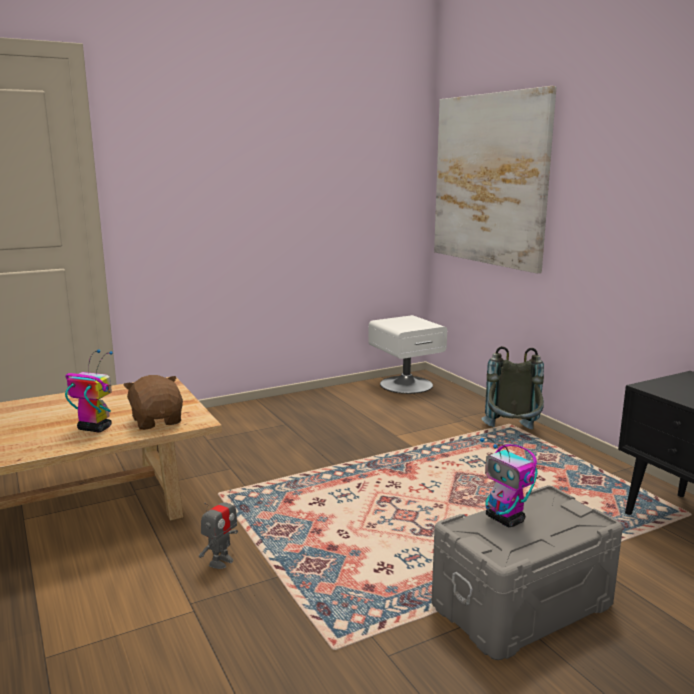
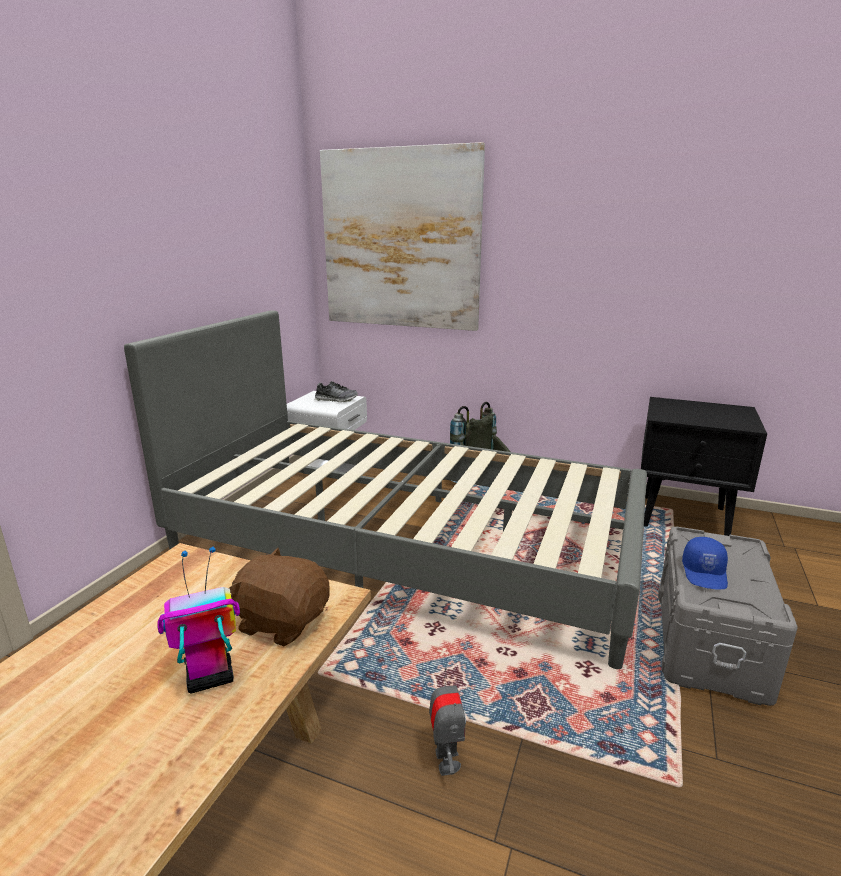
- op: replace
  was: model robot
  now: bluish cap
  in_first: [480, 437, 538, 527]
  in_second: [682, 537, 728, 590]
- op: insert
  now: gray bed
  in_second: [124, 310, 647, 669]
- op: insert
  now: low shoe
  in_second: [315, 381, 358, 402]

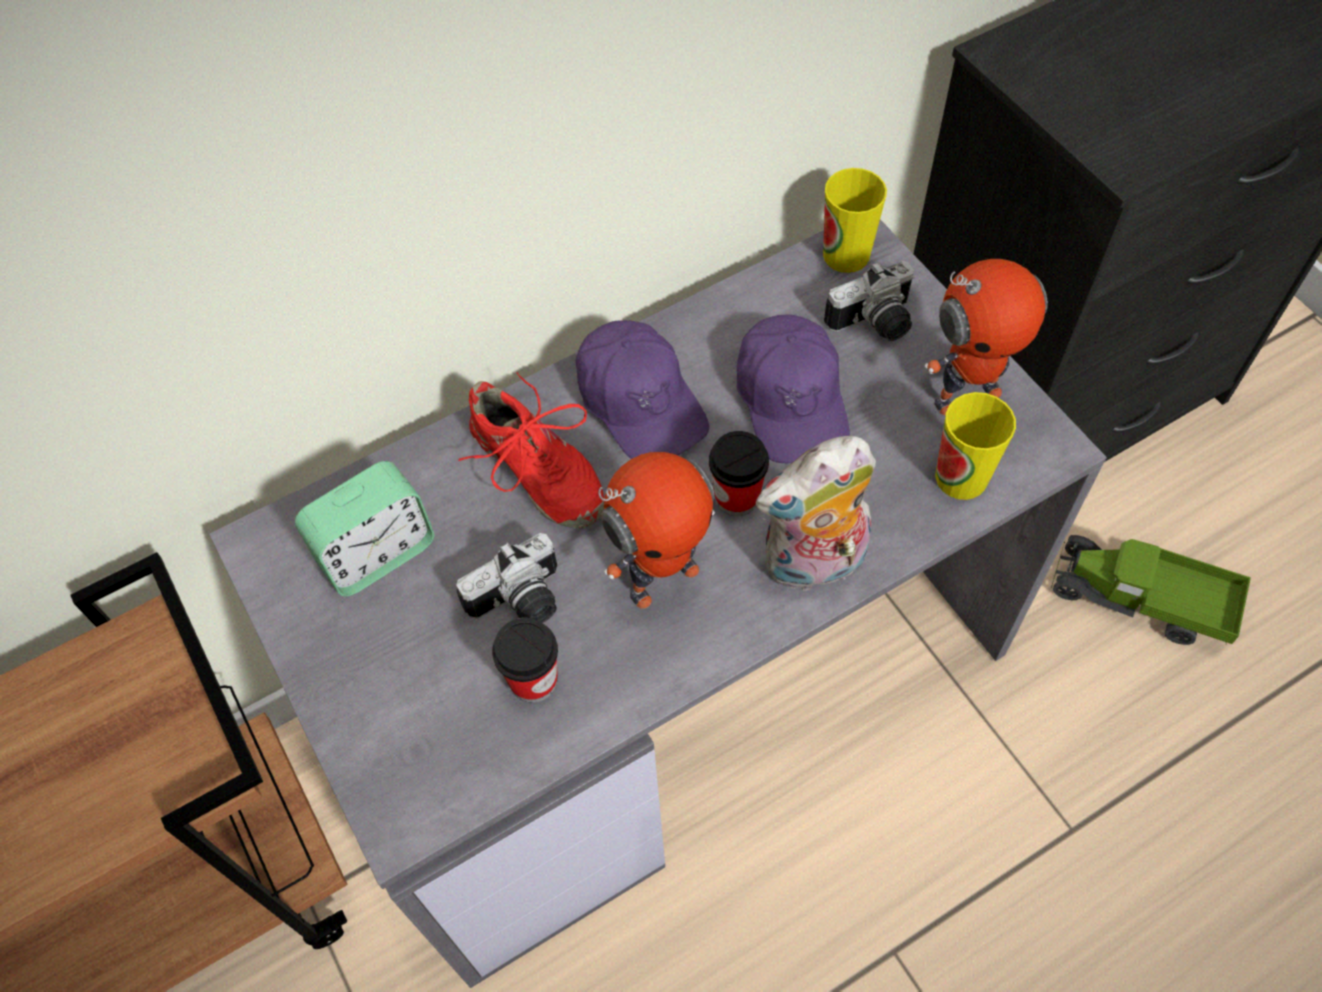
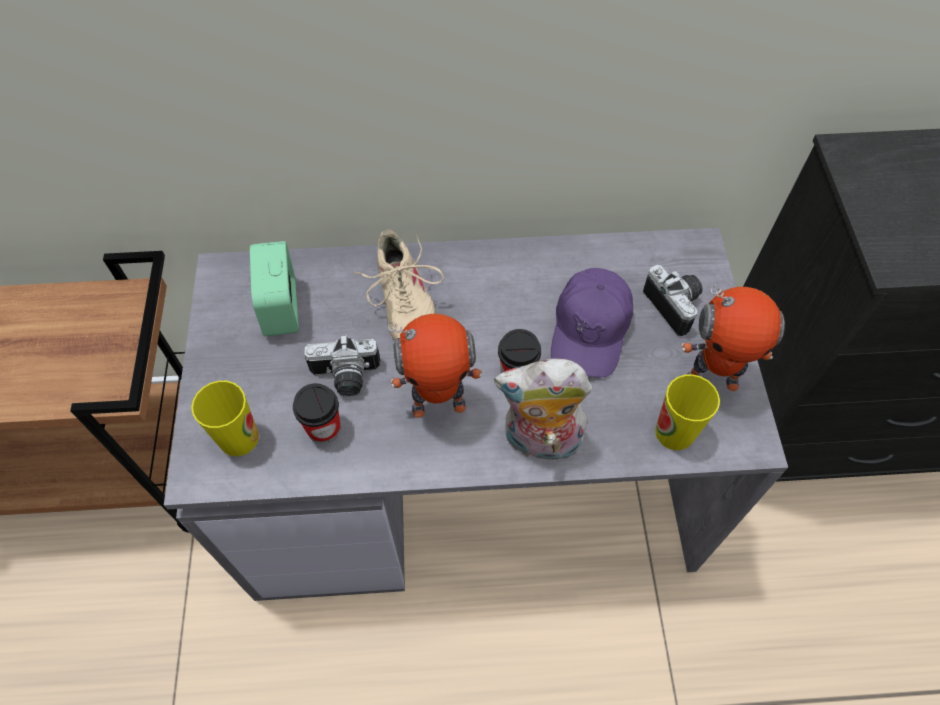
- op: move
  was: cup
  in_first: [823, 168, 887, 273]
  in_second: [191, 381, 259, 456]
- op: rotate
  was: photo camera
  in_first: [824, 261, 915, 341]
  in_second: [643, 265, 702, 336]
  clockwise: -120
- op: delete
  was: purplish cap
  in_first: [576, 320, 709, 459]
- op: recolor
  was: red low shoe
  now: sand-coloured low shoe
  in_first: [459, 372, 605, 529]
  in_second: [353, 229, 444, 341]
- op: rotate
  was: bedside clock
  in_first: [295, 461, 434, 596]
  in_second: [250, 241, 299, 336]
  clockwise: 90
- op: delete
  was: toy truck
  in_first: [1051, 535, 1251, 645]

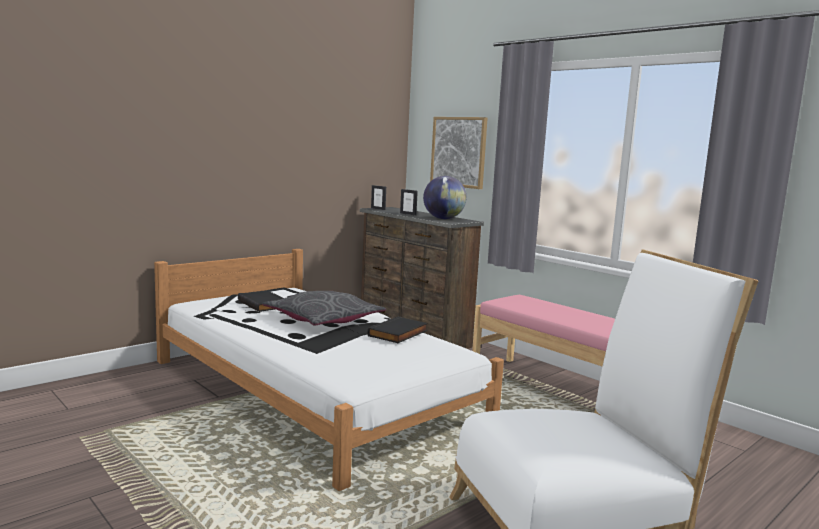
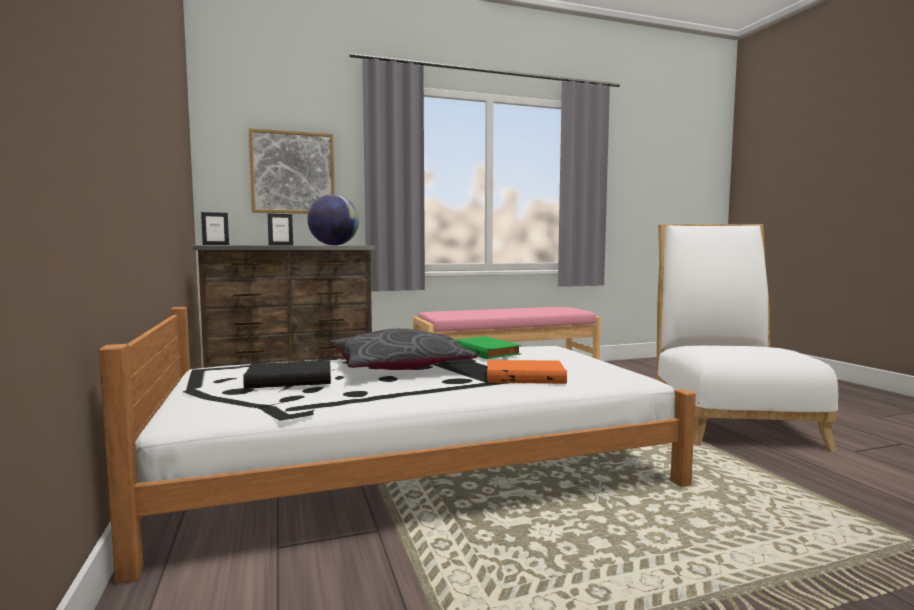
- op: recolor
  was: blackish volume
  now: green-coloured volume
  in_first: [367, 316, 428, 343]
  in_second: [454, 336, 521, 359]
- op: insert
  now: orange-coloured volume
  in_second: [487, 360, 567, 384]

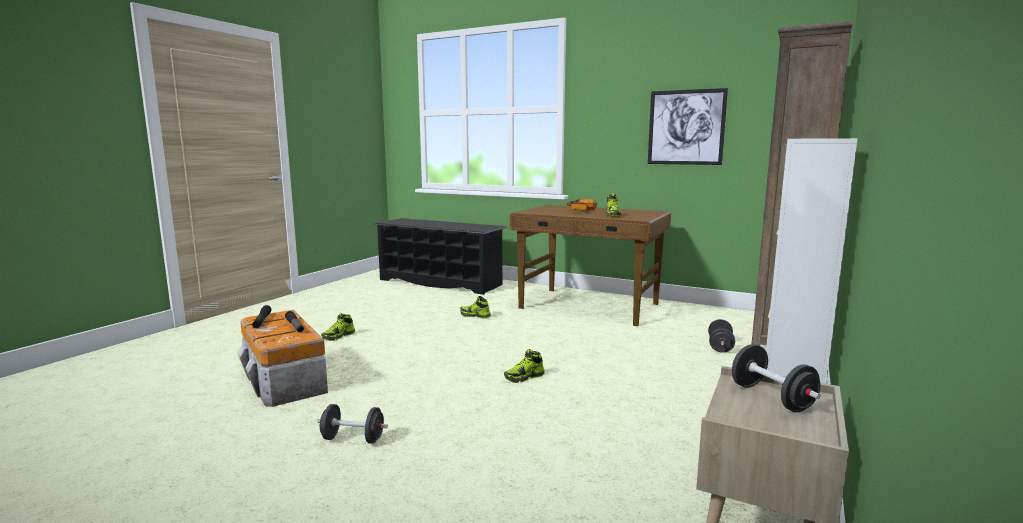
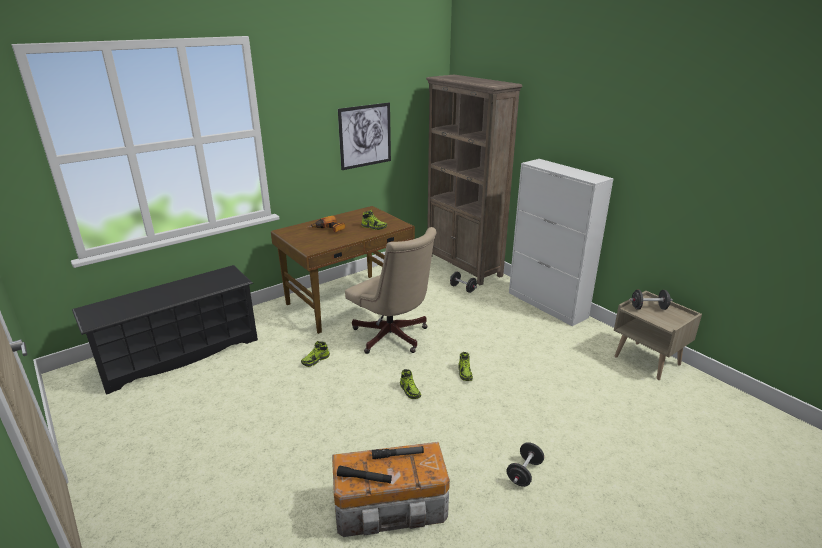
- op: move
  was: low shoe
  in_first: [321, 313, 355, 341]
  in_second: [400, 369, 421, 399]
- op: insert
  now: sand-coloured desk chair
  in_second: [345, 227, 437, 354]

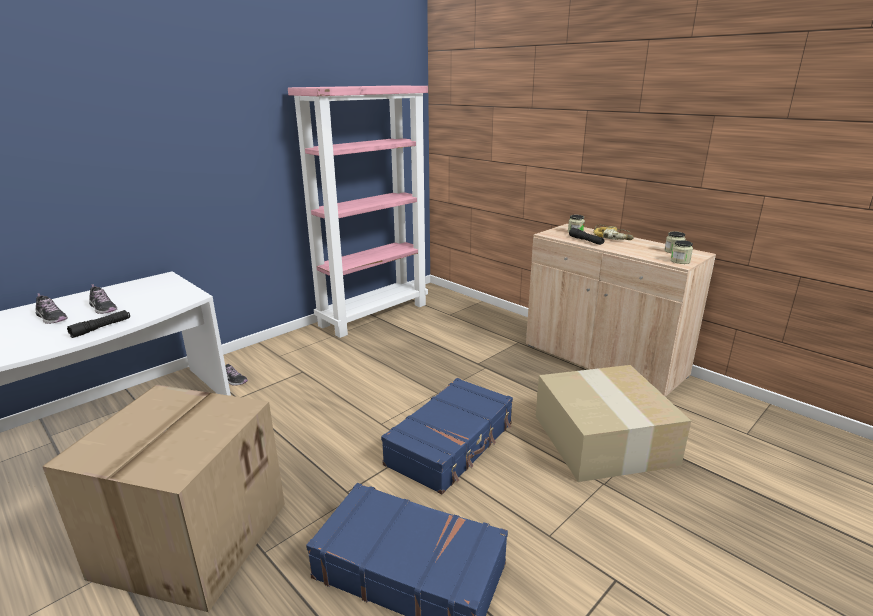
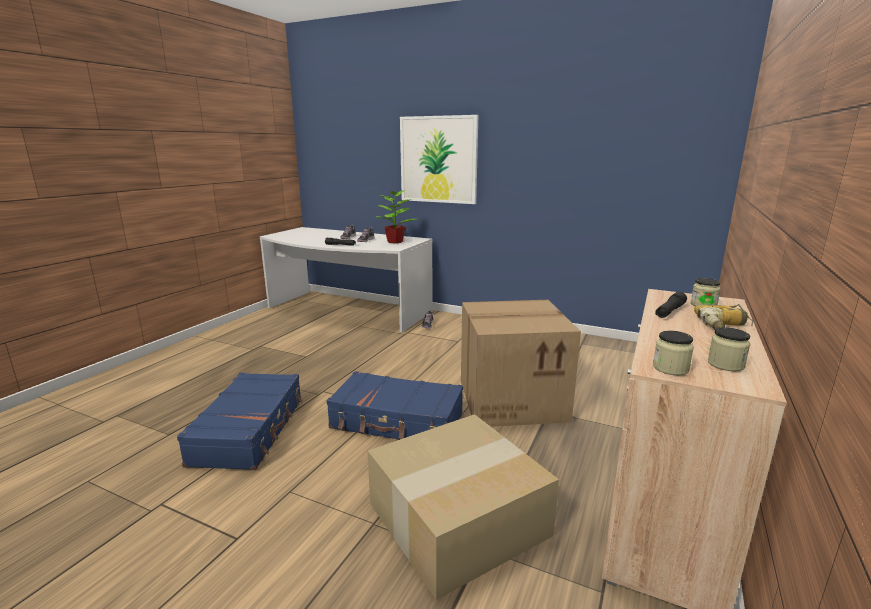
- op: delete
  was: pink-coloured bookcase
  in_first: [288, 86, 428, 338]
- op: move
  was: carton
  in_first: [42, 385, 285, 612]
  in_second: [461, 300, 581, 427]
- op: insert
  now: picture
  in_second: [400, 115, 478, 204]
- op: insert
  now: plant in a pot
  in_second: [376, 189, 418, 243]

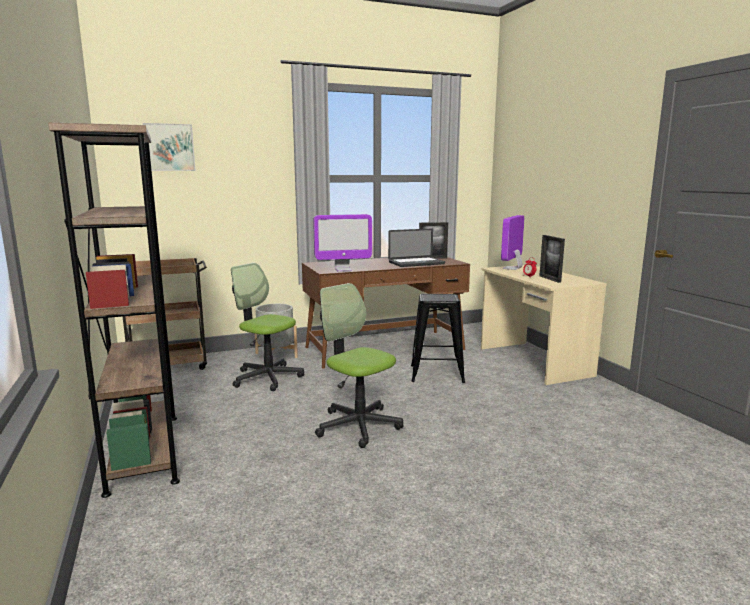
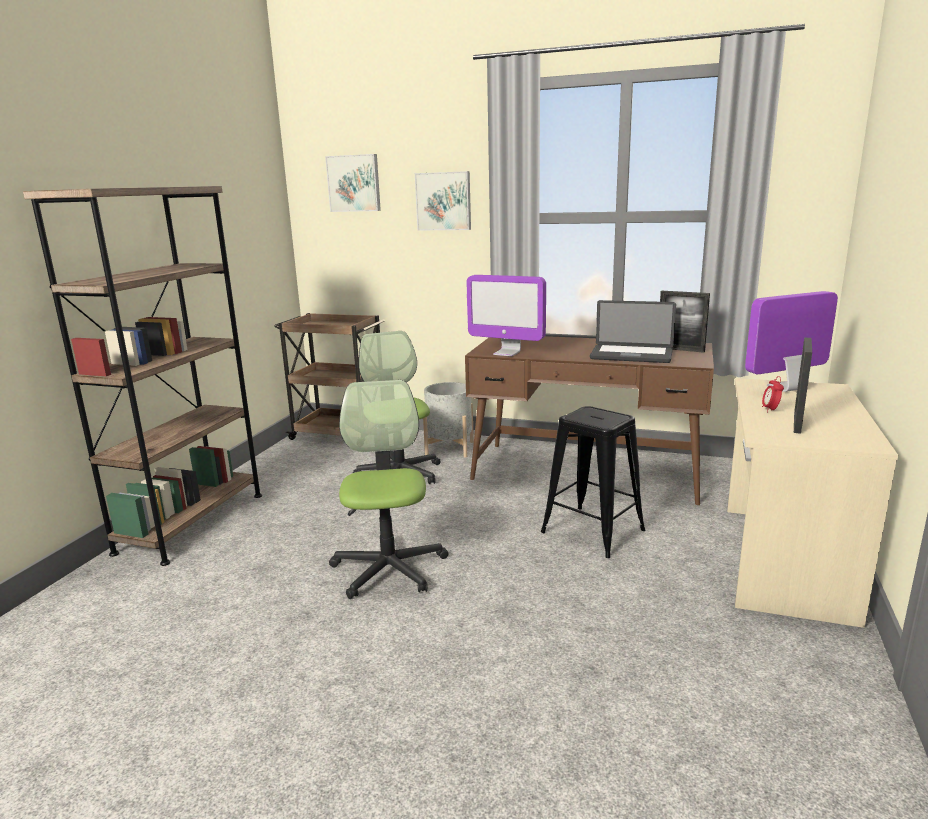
- op: insert
  now: picture
  in_second: [415, 171, 471, 230]

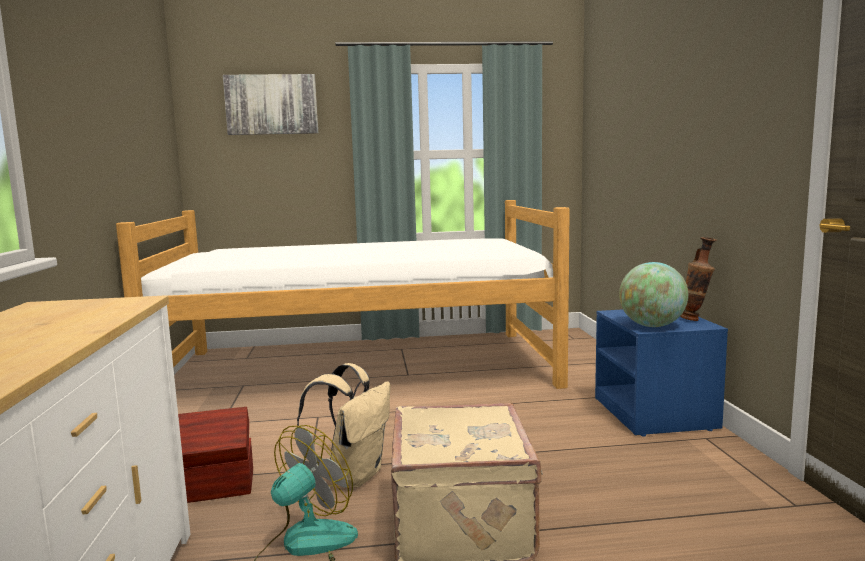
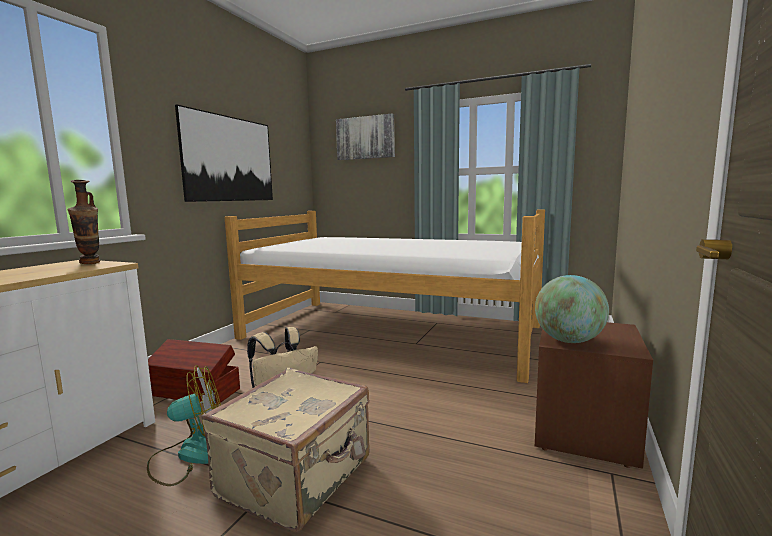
- op: move
  was: decorative vase
  in_first: [680, 237, 717, 321]
  in_second: [68, 180, 100, 264]
- op: recolor
  was: bluish nightstand
  now: brown nightstand
  in_first: [595, 309, 728, 437]
  in_second: [535, 322, 653, 469]
- op: insert
  now: picture
  in_second: [175, 104, 273, 202]

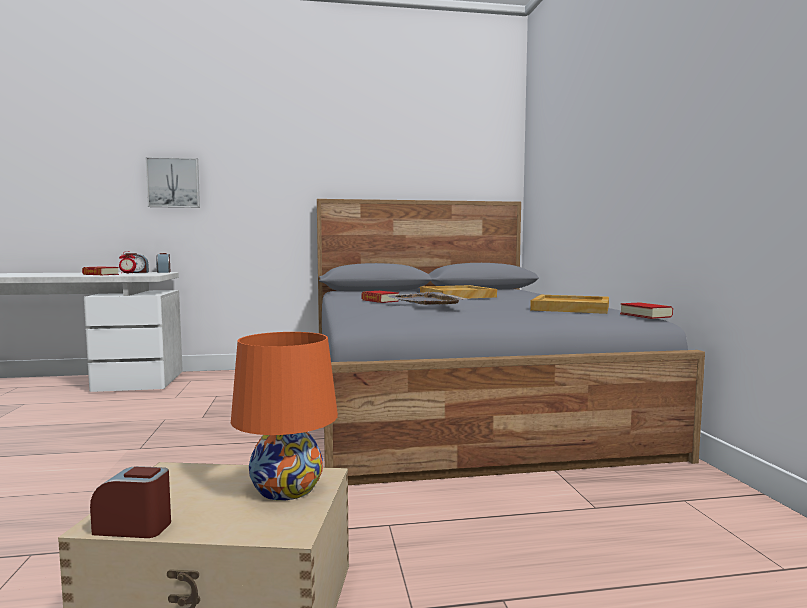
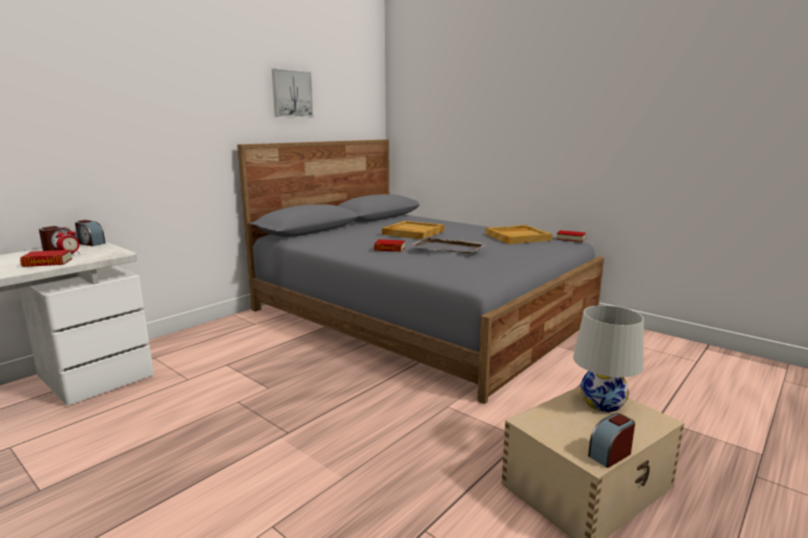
- op: move
  was: picture
  in_first: [145, 157, 200, 208]
  in_second: [272, 69, 314, 117]
- op: recolor
  was: orange-coloured table lamp
  now: white-coloured table lamp
  in_first: [231, 332, 338, 501]
  in_second: [573, 305, 644, 412]

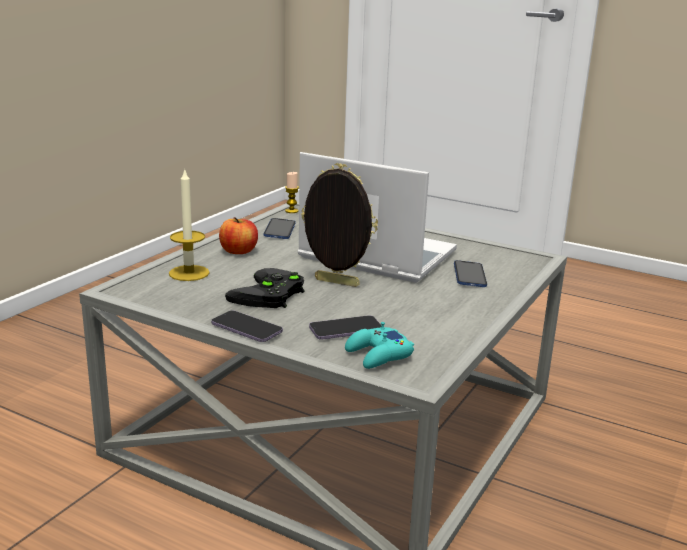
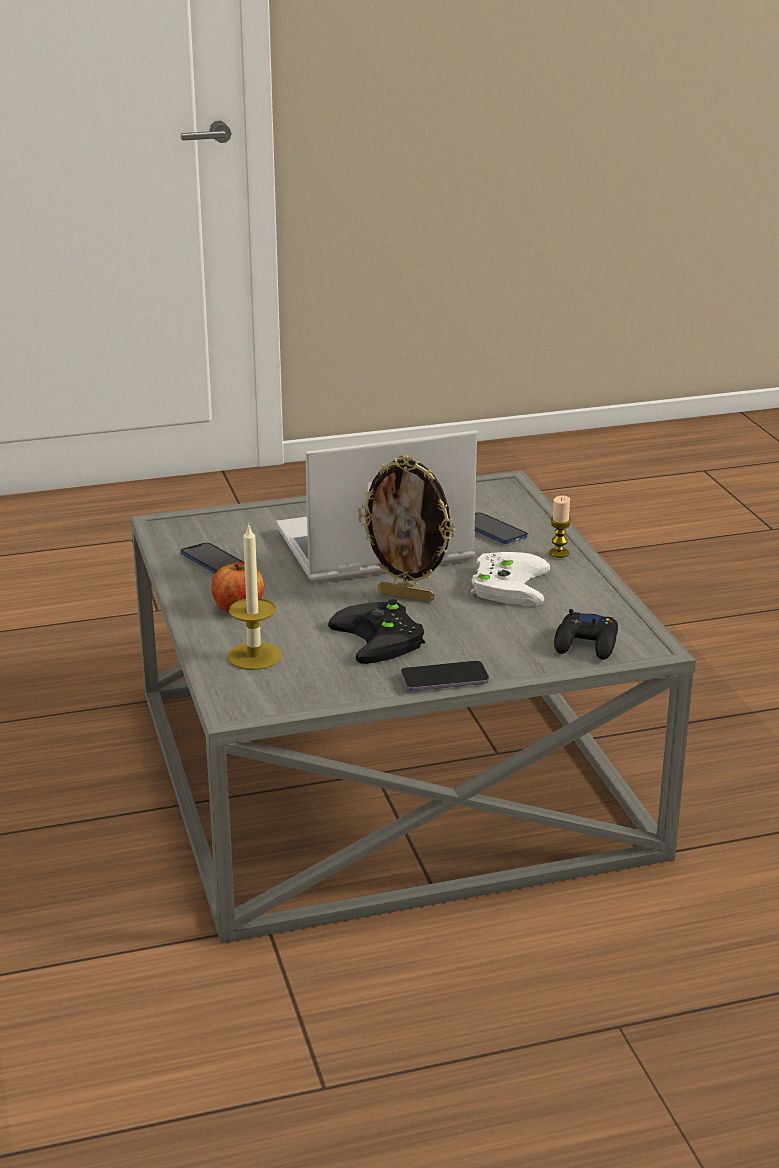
- op: rotate
  was: standing frame
  in_first: [301, 163, 378, 287]
  in_second: [358, 456, 455, 602]
  clockwise: -135
- op: move
  was: wax candle
  in_first: [285, 172, 299, 213]
  in_second: [549, 496, 571, 558]
- op: delete
  was: handset
  in_first: [309, 315, 382, 340]
- op: recolor
  was: turquoise game controller
  now: blackish game controller
  in_first: [345, 322, 414, 369]
  in_second: [554, 609, 618, 660]
- op: insert
  now: white-coloured game controller
  in_second: [471, 552, 550, 606]

